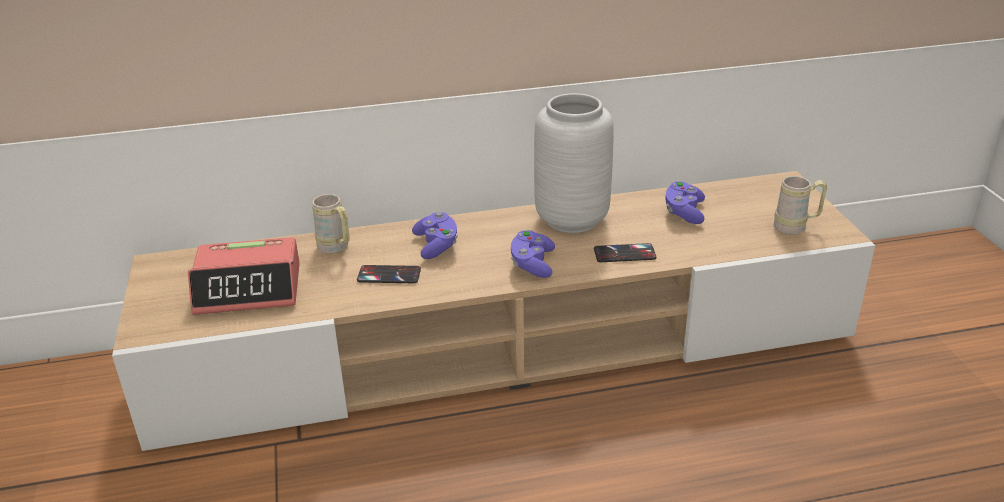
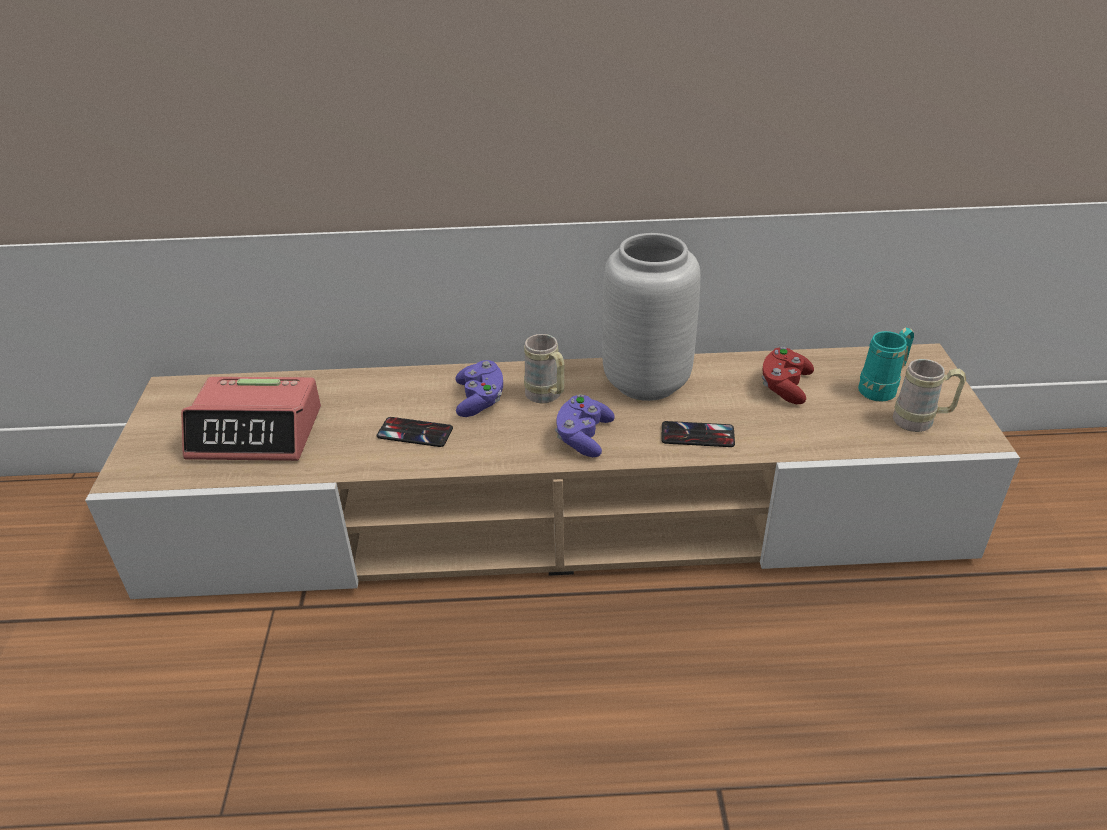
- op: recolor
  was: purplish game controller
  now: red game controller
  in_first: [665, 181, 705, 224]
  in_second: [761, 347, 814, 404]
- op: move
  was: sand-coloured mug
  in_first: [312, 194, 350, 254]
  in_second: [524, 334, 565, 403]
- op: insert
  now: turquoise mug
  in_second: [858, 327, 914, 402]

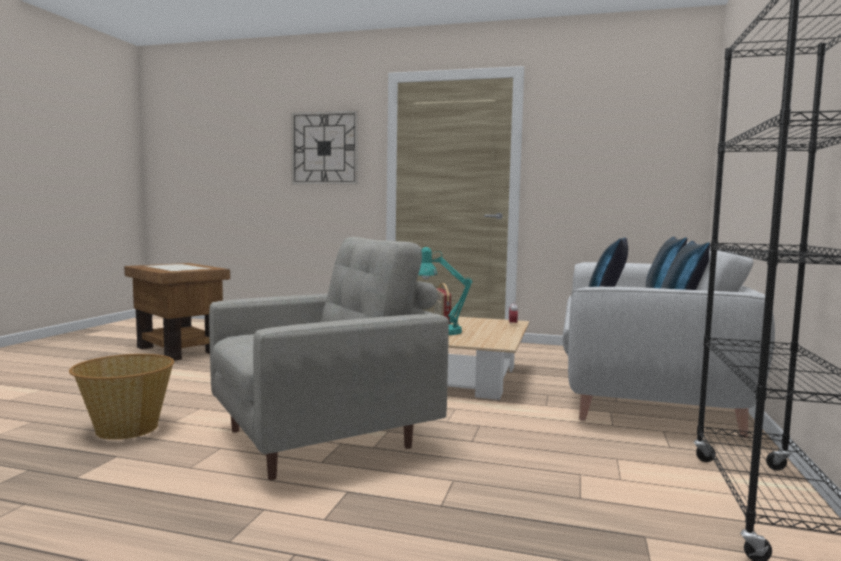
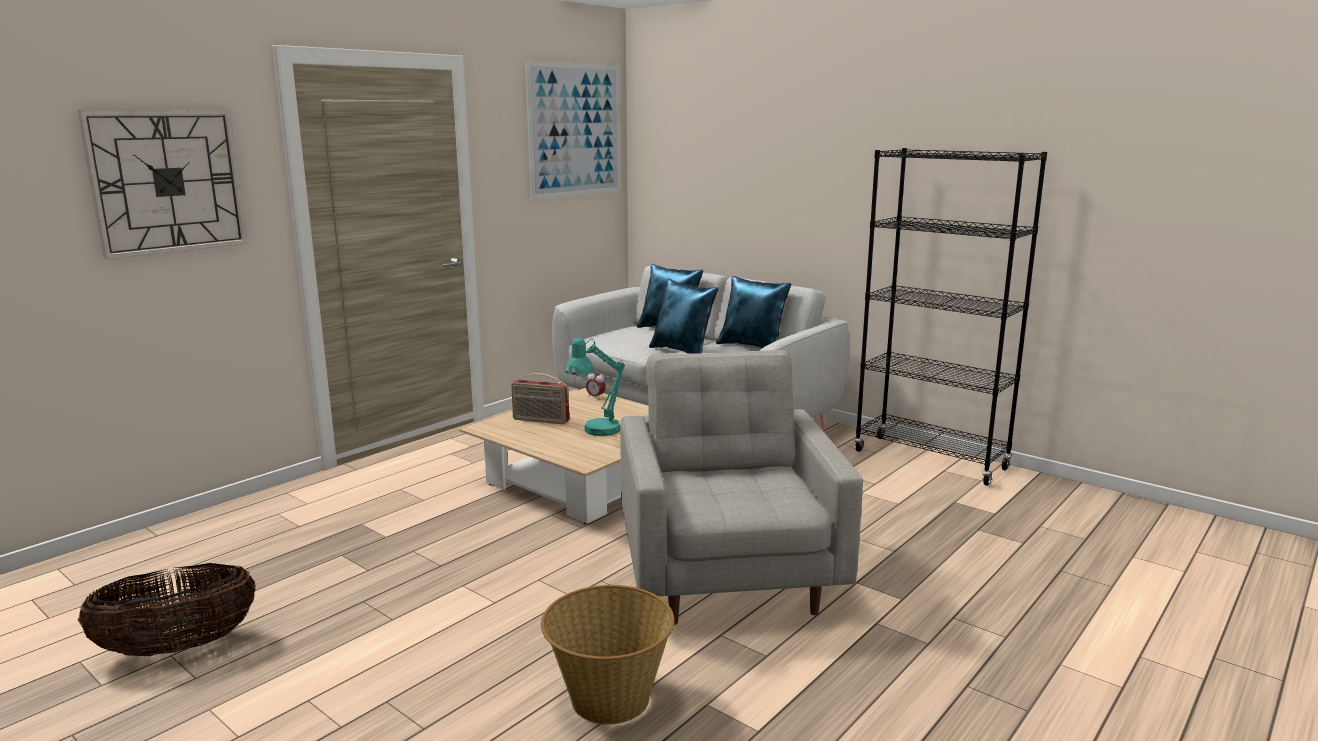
- op: replace
  was: brown end table
  now: basket
  in_first: [124, 263, 230, 361]
  in_second: [78, 563, 256, 656]
- op: insert
  now: picture
  in_second: [525, 61, 621, 200]

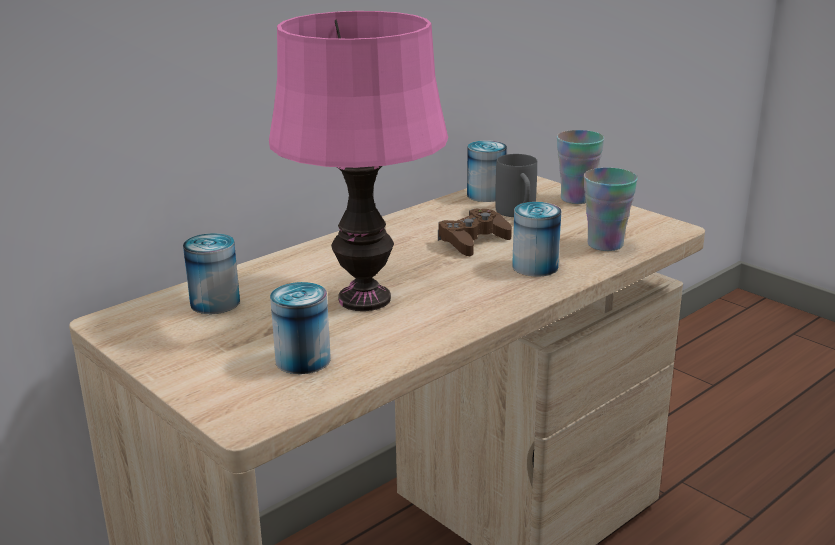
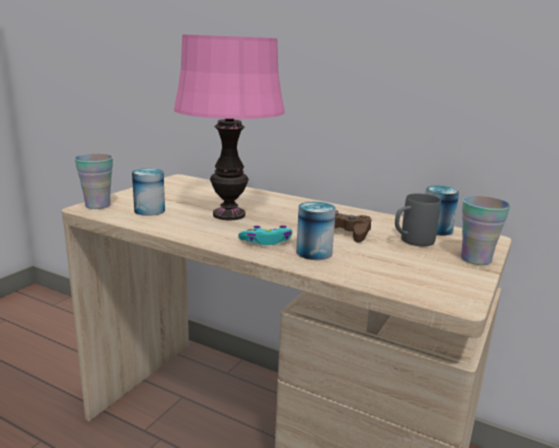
- op: move
  was: cup
  in_first: [584, 168, 638, 251]
  in_second: [75, 154, 113, 209]
- op: delete
  was: sealed can
  in_first: [183, 233, 240, 314]
- op: insert
  now: turquoise game controller
  in_second: [238, 225, 292, 245]

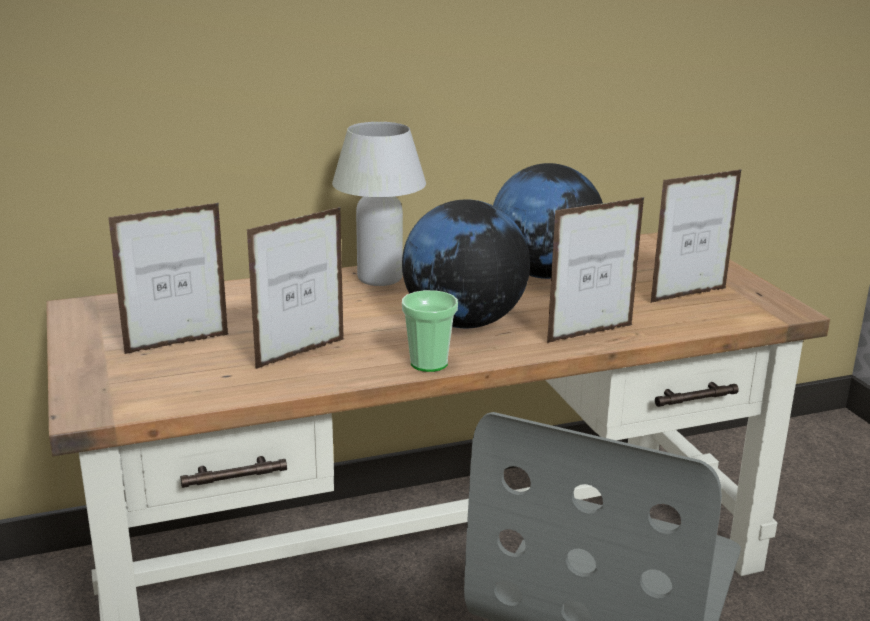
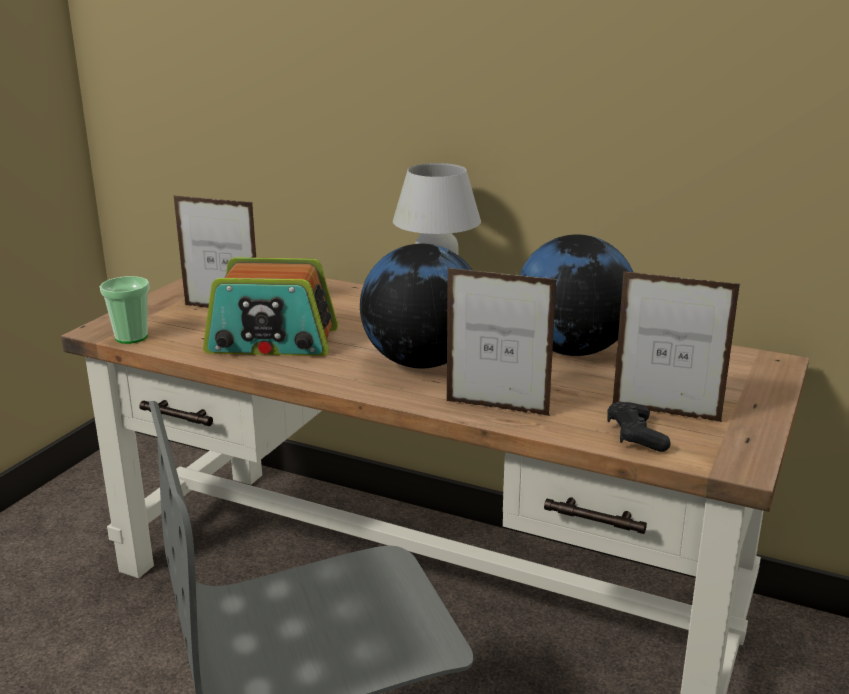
- op: replace
  was: standing frame
  now: radio set
  in_first: [247, 207, 344, 369]
  in_second: [203, 257, 338, 356]
- op: move
  was: cup
  in_first: [402, 290, 458, 372]
  in_second: [100, 276, 150, 344]
- op: insert
  now: blackish game controller
  in_second: [607, 402, 671, 452]

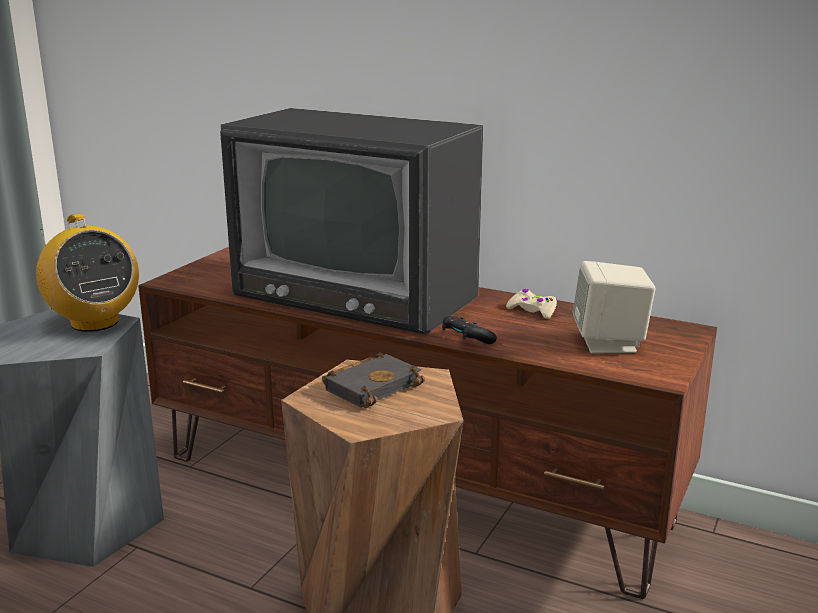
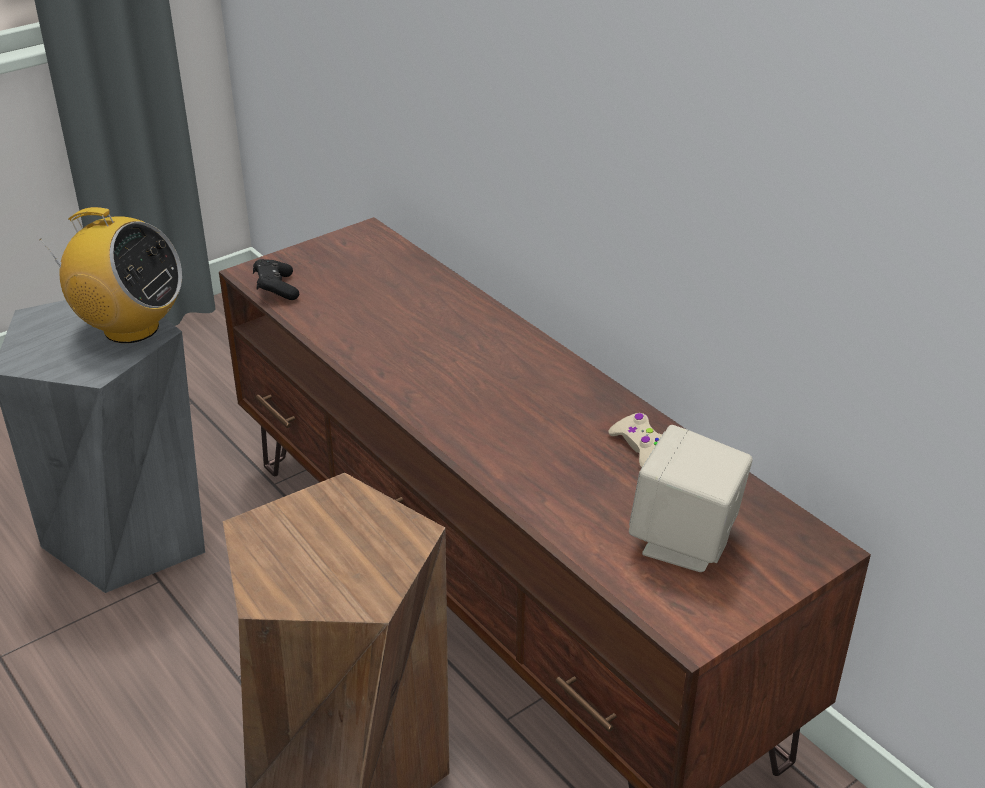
- op: delete
  was: TV
  in_first: [220, 108, 483, 335]
- op: rotate
  was: radio set
  in_first: [36, 214, 139, 332]
  in_second: [39, 207, 182, 343]
  clockwise: -60
- op: move
  was: blackish game controller
  in_first: [442, 316, 497, 344]
  in_second: [253, 259, 299, 300]
- op: delete
  was: blackish volume
  in_first: [322, 352, 425, 408]

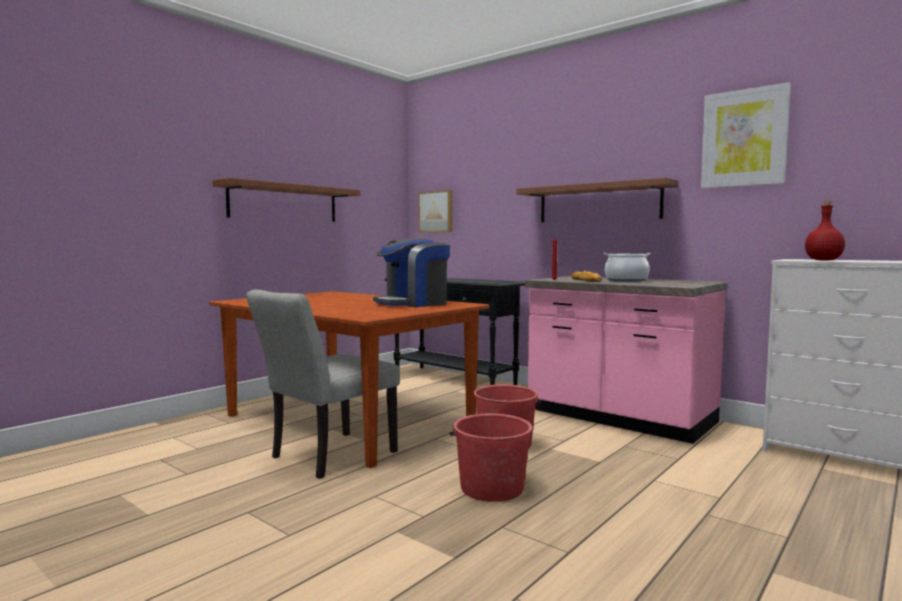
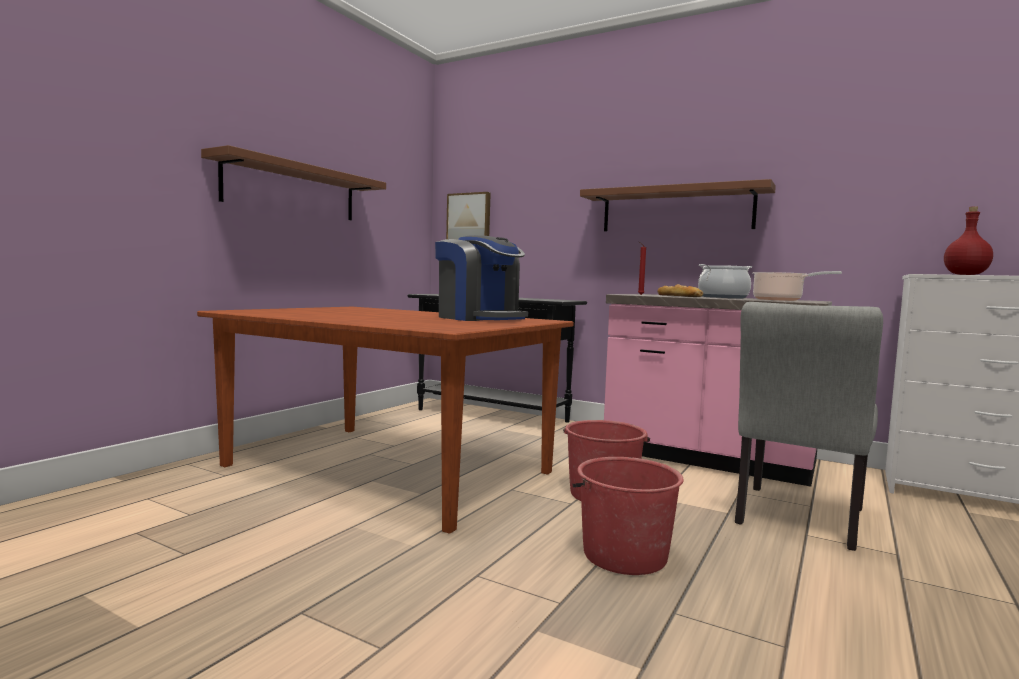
- op: delete
  was: picture
  in_first: [701, 82, 791, 188]
- op: rotate
  was: coffee machine
  in_first: [373, 238, 450, 307]
  in_second: [435, 235, 528, 321]
  clockwise: -90
- op: move
  was: gray chair
  in_first: [246, 289, 400, 479]
  in_second: [735, 302, 883, 551]
- op: insert
  now: saucepot
  in_second: [753, 271, 842, 301]

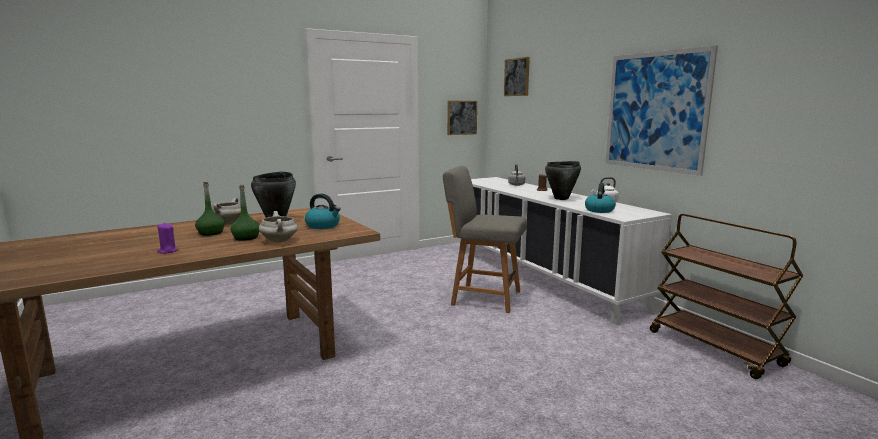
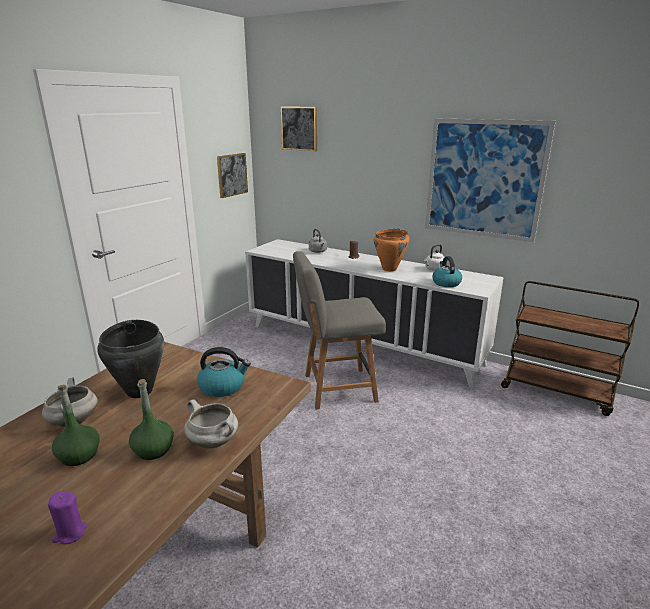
- op: recolor
  was: blackish saucepot
  now: orange-coloured saucepot
  in_first: [545, 161, 581, 200]
  in_second: [374, 229, 409, 271]

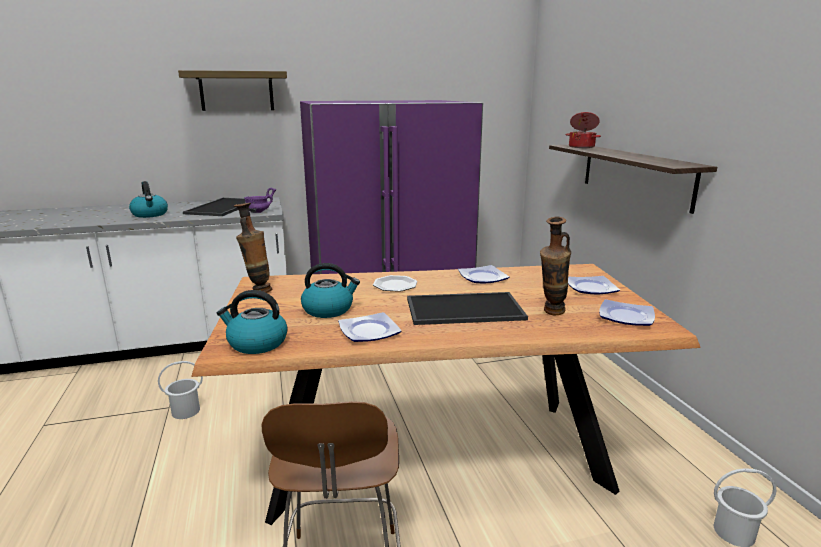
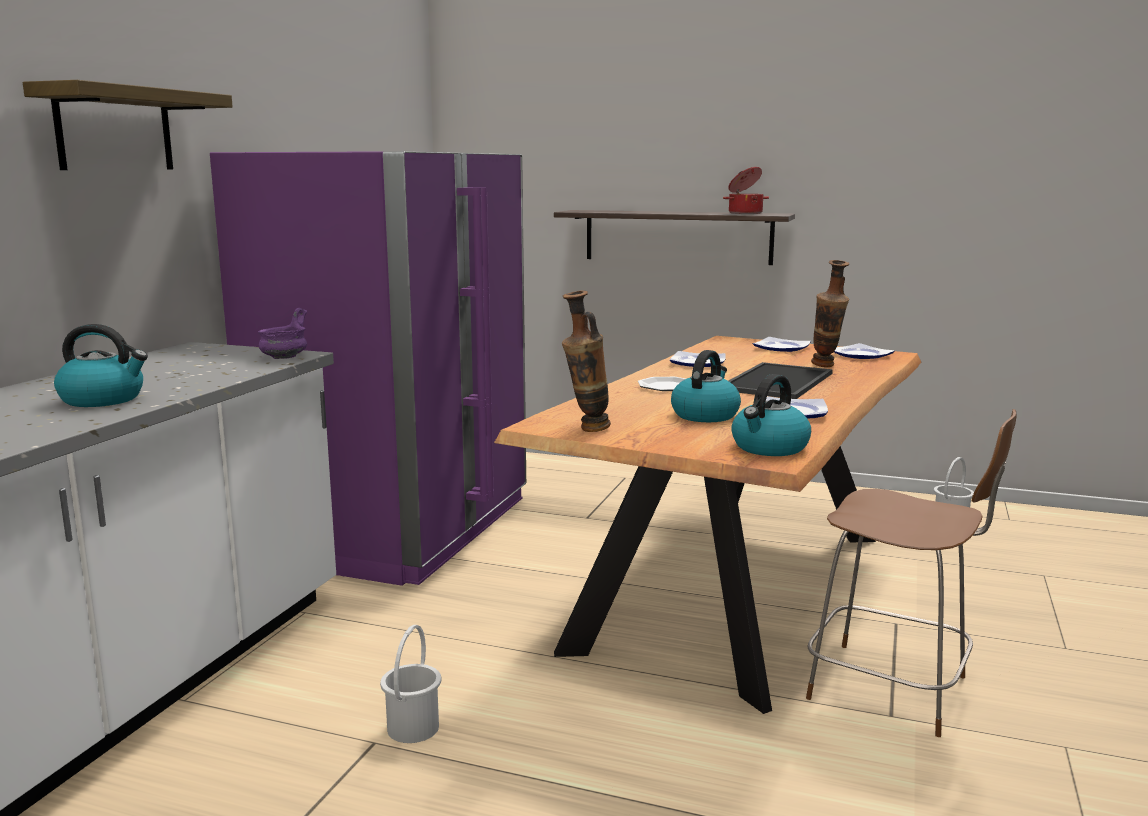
- op: move
  was: saucepot
  in_first: [566, 112, 601, 148]
  in_second: [723, 167, 769, 214]
- op: delete
  was: carrying tray
  in_first: [183, 198, 245, 216]

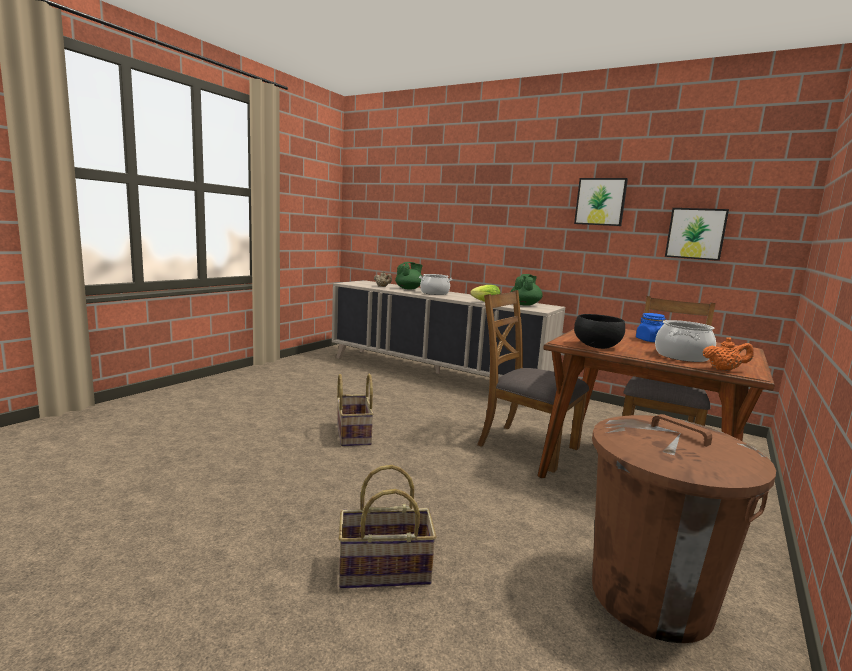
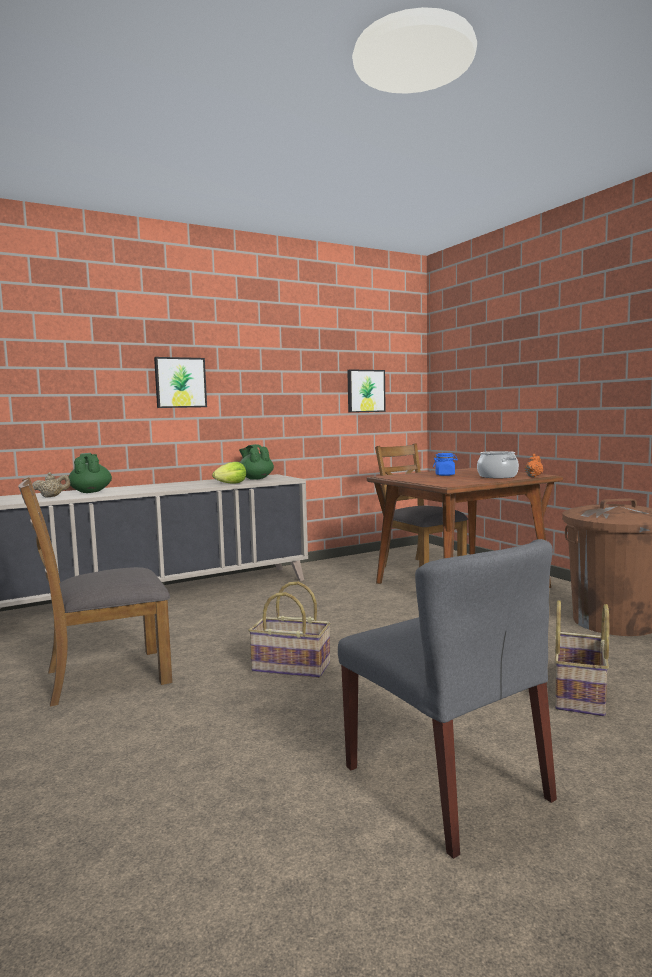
- op: move
  was: picture
  in_first: [574, 178, 628, 226]
  in_second: [154, 357, 207, 408]
- op: delete
  was: saucepot
  in_first: [419, 274, 452, 295]
- op: move
  was: brown chair
  in_first: [477, 290, 589, 473]
  in_second: [18, 477, 172, 706]
- op: delete
  was: blackish bowl
  in_first: [574, 314, 625, 349]
- op: insert
  now: gray chair
  in_second: [338, 539, 557, 859]

